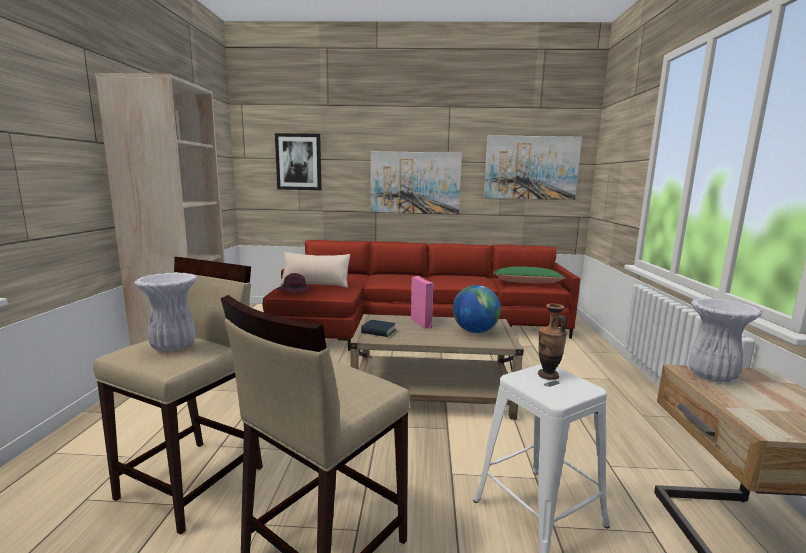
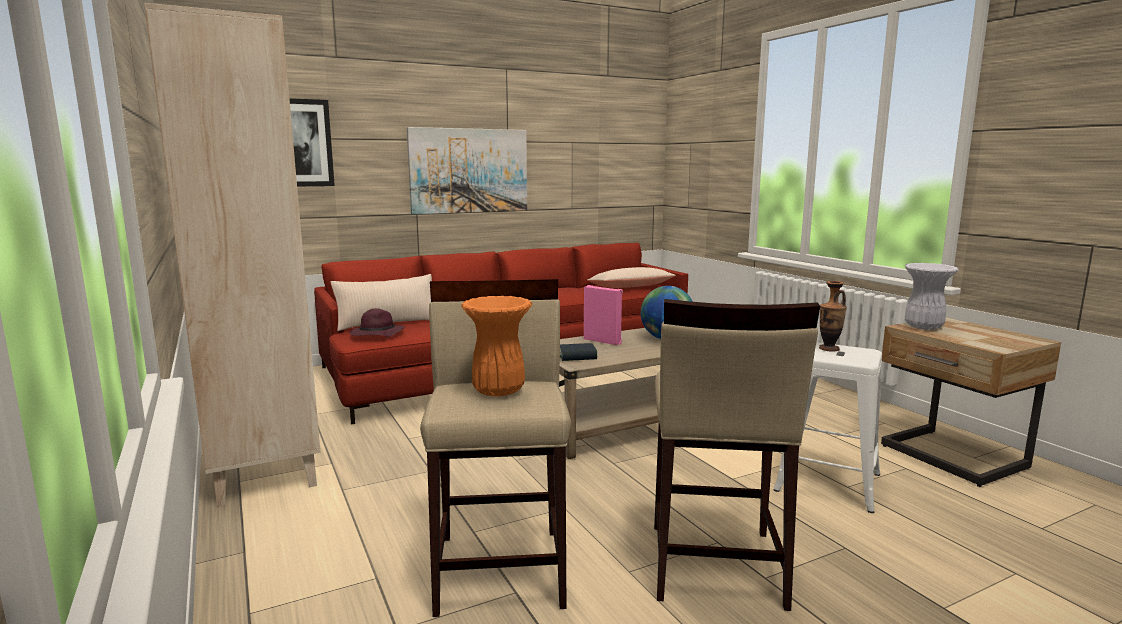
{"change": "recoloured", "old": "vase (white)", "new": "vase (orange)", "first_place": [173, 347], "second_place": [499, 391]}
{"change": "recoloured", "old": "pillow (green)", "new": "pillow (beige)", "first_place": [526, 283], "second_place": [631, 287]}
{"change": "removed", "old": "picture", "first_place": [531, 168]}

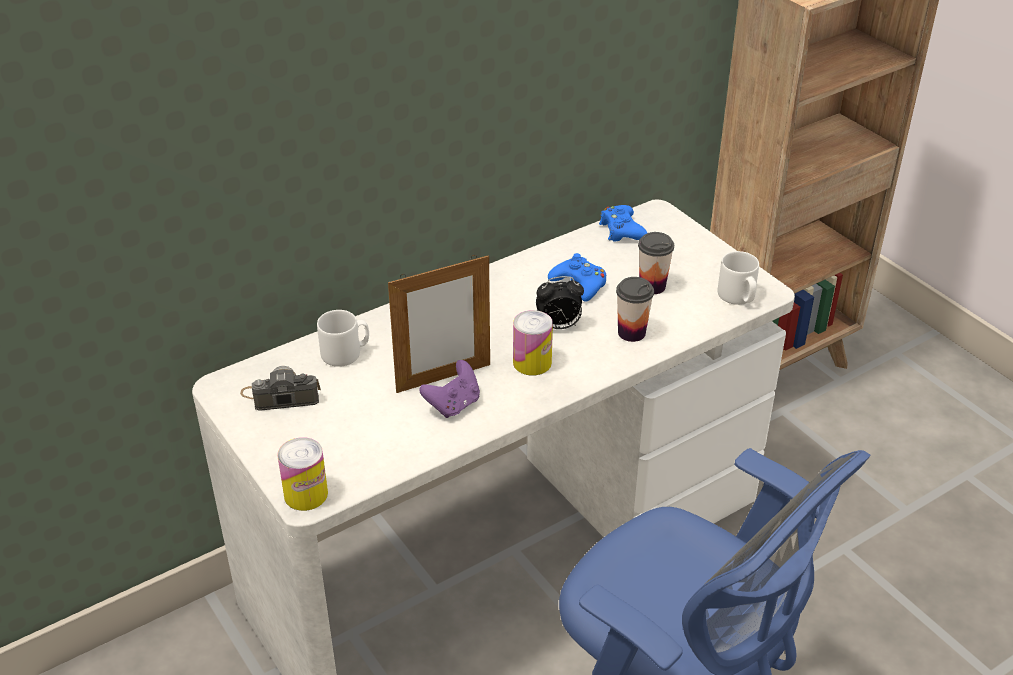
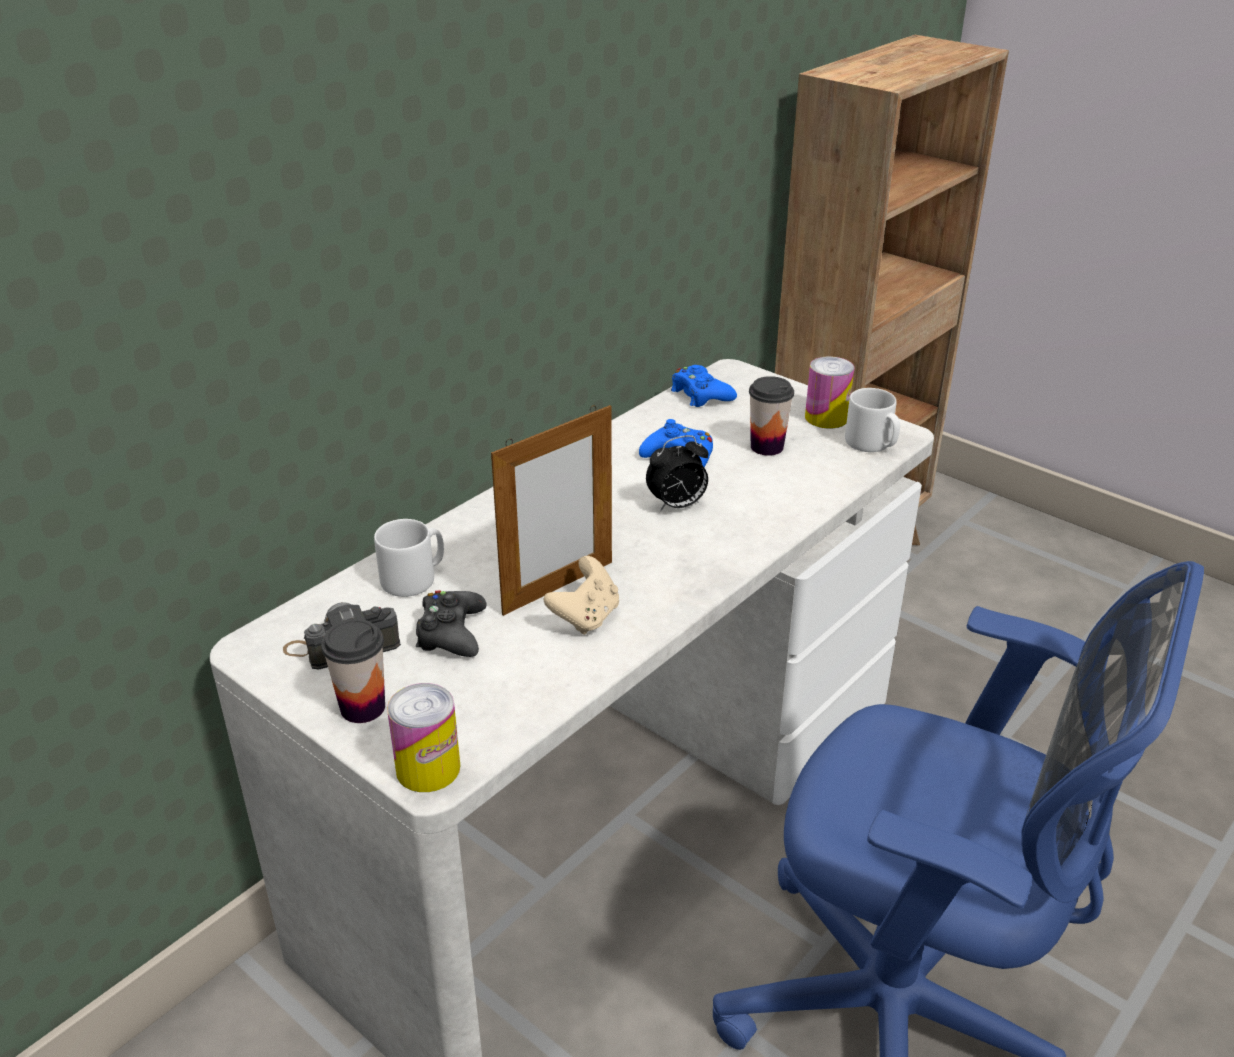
{"change": "moved", "old": "cup", "first_place": [631, 333], "second_place": [362, 707]}
{"change": "added", "new": "game controller (black)", "second_place": [451, 633]}
{"change": "recoloured", "old": "game controller (purple)", "new": "game controller (beige)", "first_place": [453, 405], "second_place": [586, 617]}
{"change": "moved", "old": "can", "first_place": [532, 362], "second_place": [826, 417]}

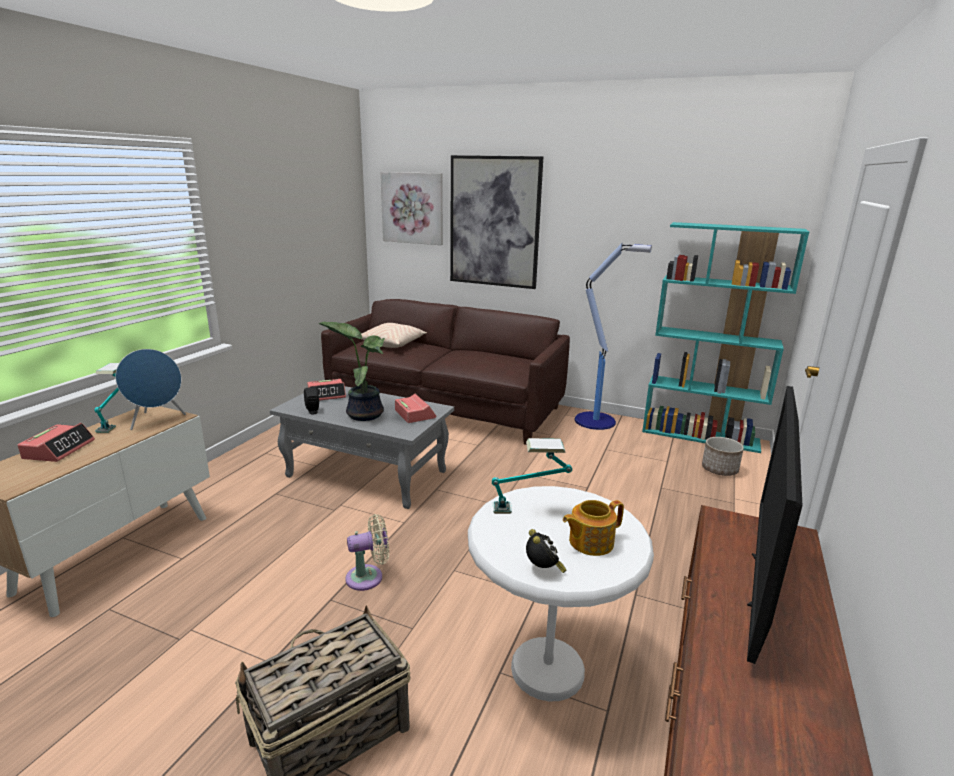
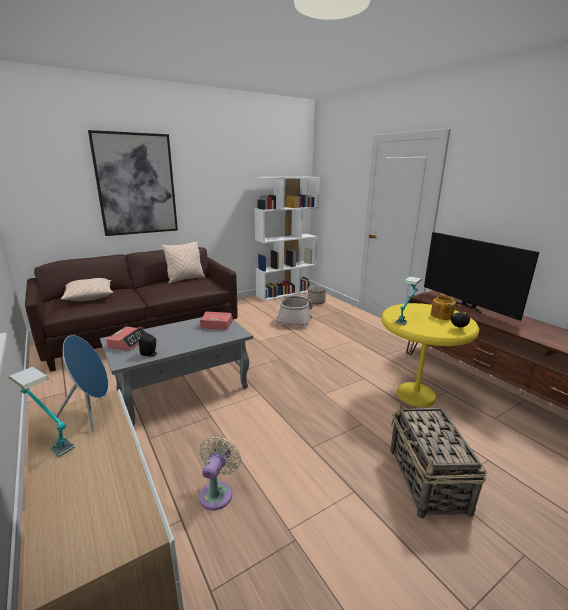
{"change": "added", "new": "pillow (beige)", "second_place": [185, 279]}
{"change": "moved", "old": "fan (beige)", "first_place": [368, 577], "second_place": [217, 492]}
{"change": "recoloured", "old": "bookcase (turquoise)", "new": "bookcase (white)", "first_place": [700, 436], "second_place": [286, 293]}
{"change": "added", "new": "basket", "second_place": [295, 319]}
{"change": "recoloured", "old": "side table (white)", "new": "side table (yellow)", "first_place": [547, 669], "second_place": [416, 395]}
{"change": "removed", "old": "alarm clock", "first_place": [59, 449]}
{"change": "removed", "old": "potted plant", "first_place": [364, 414]}
{"change": "removed", "old": "picture", "first_place": [412, 208]}
{"change": "removed", "old": "floor lamp", "first_place": [597, 421]}

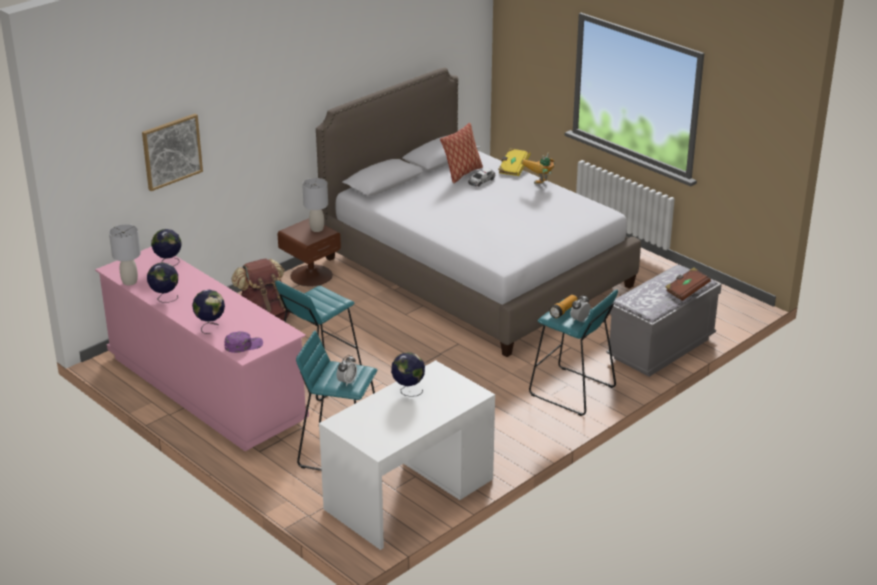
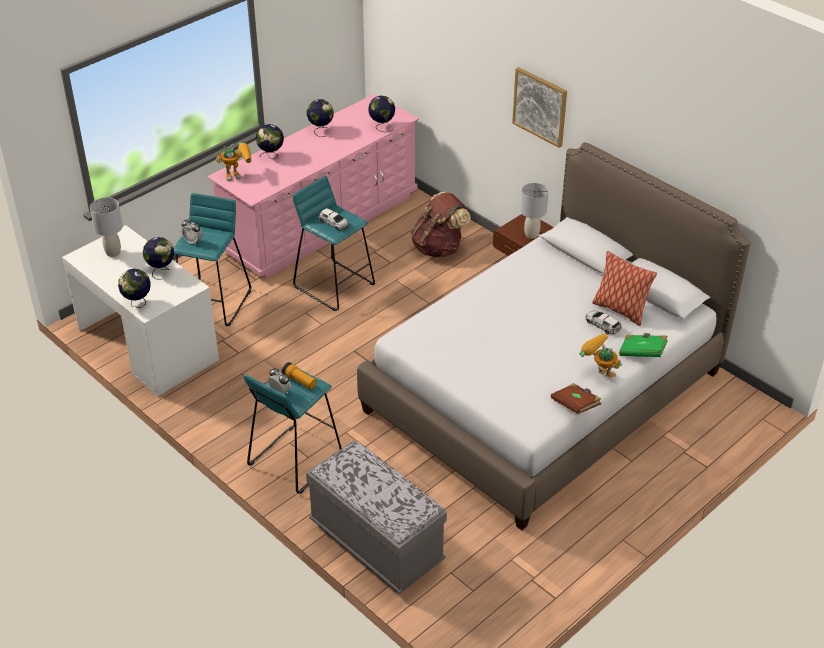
{"change": "moved", "old": "table lamp (grey)", "first_place": [129, 282], "second_place": [113, 252]}
{"change": "added", "new": "globe", "second_place": [137, 303]}
{"change": "replaced", "old": "cap (purple)", "new": "toy robot", "first_place": [243, 345], "second_place": [238, 174]}
{"change": "added", "new": "toy car", "second_place": [334, 223]}
{"change": "moved", "old": "picture", "first_place": [171, 151], "second_place": [540, 106]}
{"change": "moved", "old": "book (brown)", "first_place": [686, 291], "second_place": [575, 405]}
{"change": "recoloured", "old": "book (yellow)", "new": "book (green)", "first_place": [513, 168], "second_place": [642, 352]}

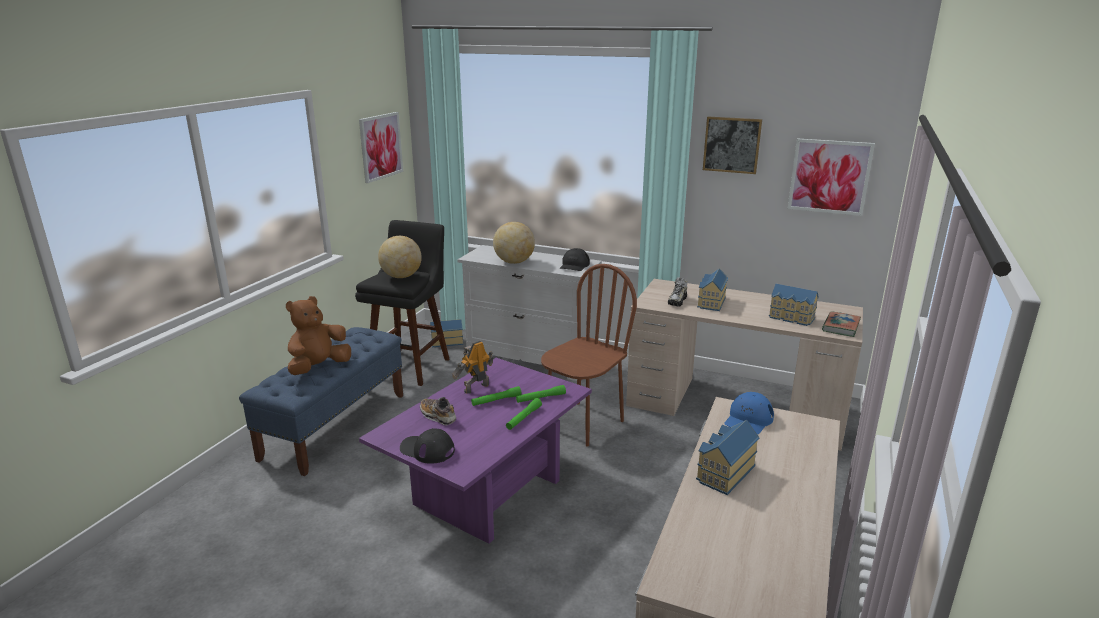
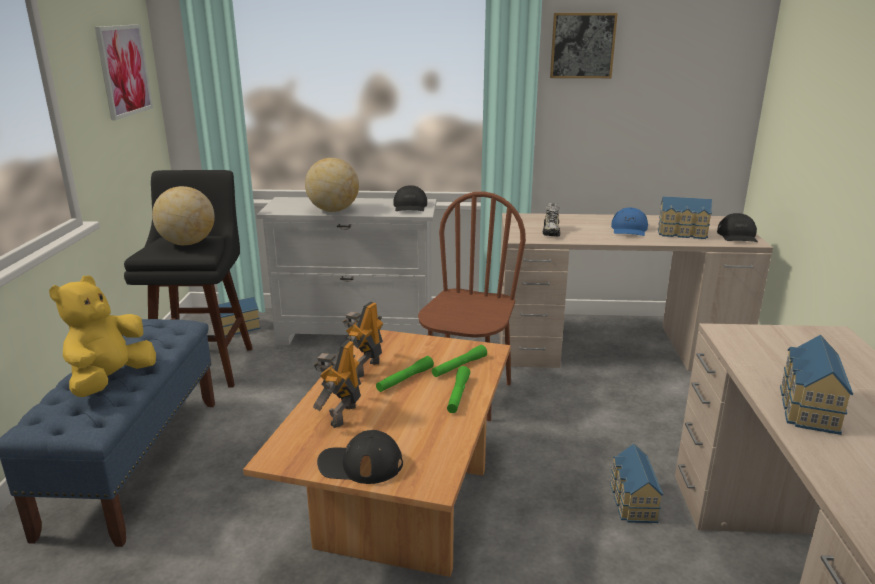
{"change": "recoloured", "old": "plush toy (brown)", "new": "plush toy (yellow)", "first_place": [319, 367], "second_place": [110, 381]}
{"change": "recoloured", "old": "coffee table (purple)", "new": "coffee table (brown)", "first_place": [485, 490], "second_place": [400, 503]}
{"change": "replaced", "old": "shoe", "new": "toy robot", "first_place": [438, 416], "second_place": [341, 415]}
{"change": "moved", "old": "toy house", "first_place": [710, 302], "second_place": [631, 502]}
{"change": "moved", "old": "cap (blue)", "first_place": [748, 420], "second_place": [629, 229]}
{"change": "replaced", "old": "book", "new": "cap (black)", "first_place": [840, 327], "second_place": [737, 236]}
{"change": "removed", "old": "picture", "first_place": [829, 176]}

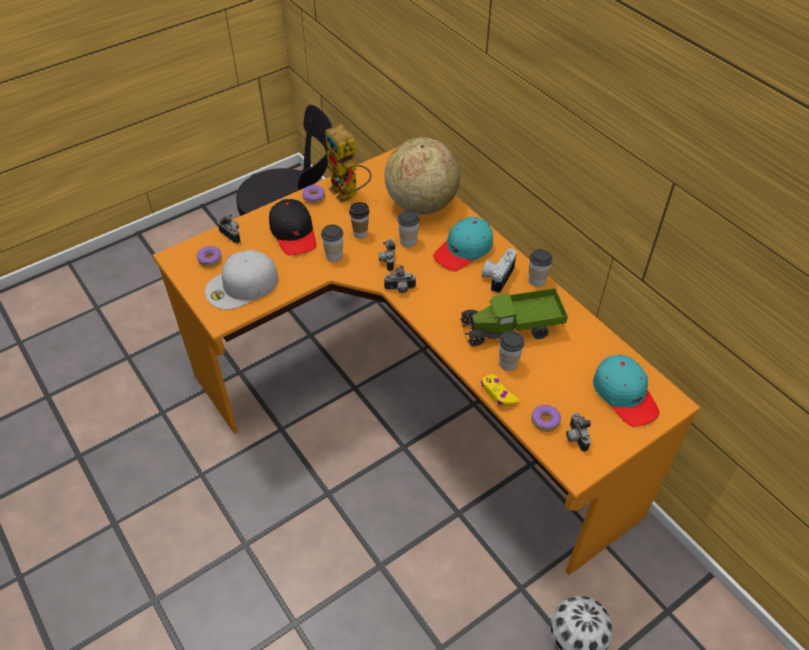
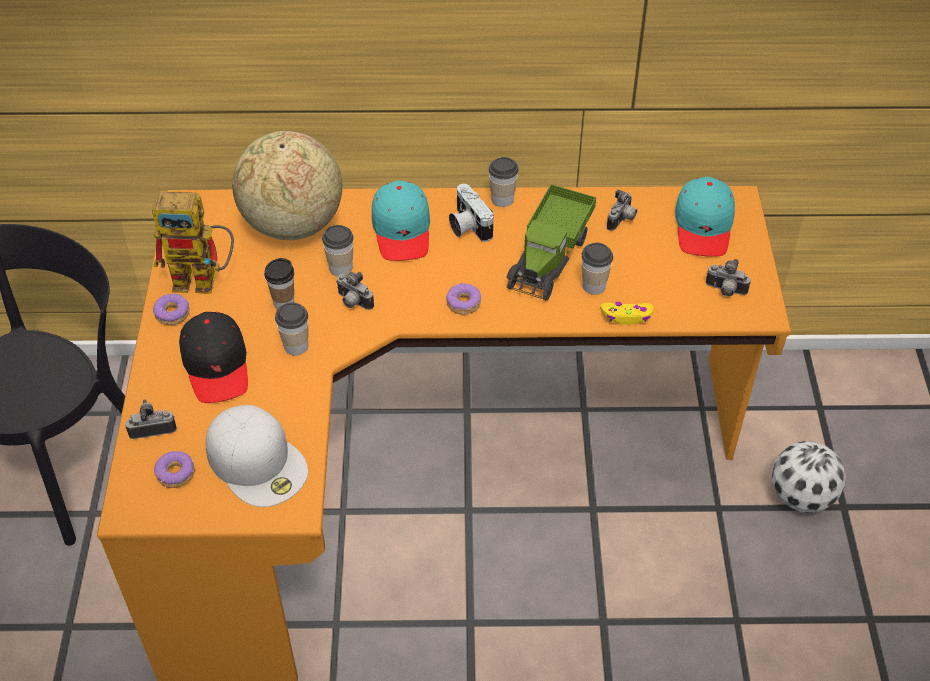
{"change": "turned", "old": "cap (black)", "first_place": [294, 233], "second_place": [217, 365], "degrees": 60}
{"change": "turned", "old": "cap (white)", "first_place": [241, 286], "second_place": [258, 461], "degrees": -45}
{"change": "moved", "old": "donut", "first_place": [544, 421], "second_place": [463, 303]}
{"change": "moved", "old": "photo camera", "first_place": [400, 289], "second_place": [622, 220]}
{"change": "turned", "old": "cap (turquoise)", "first_place": [624, 395], "second_place": [703, 226], "degrees": 90}

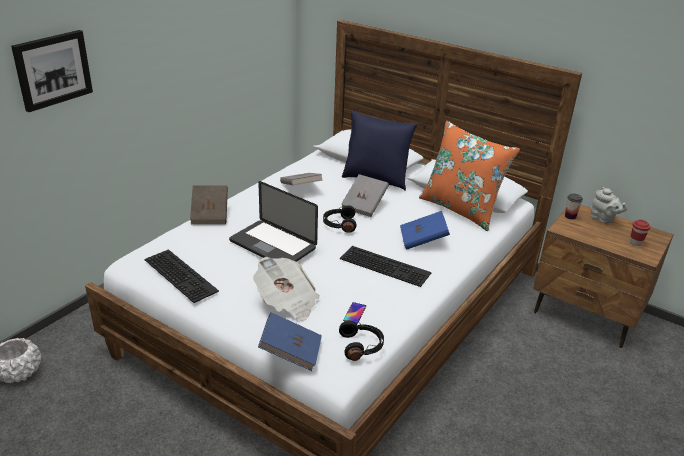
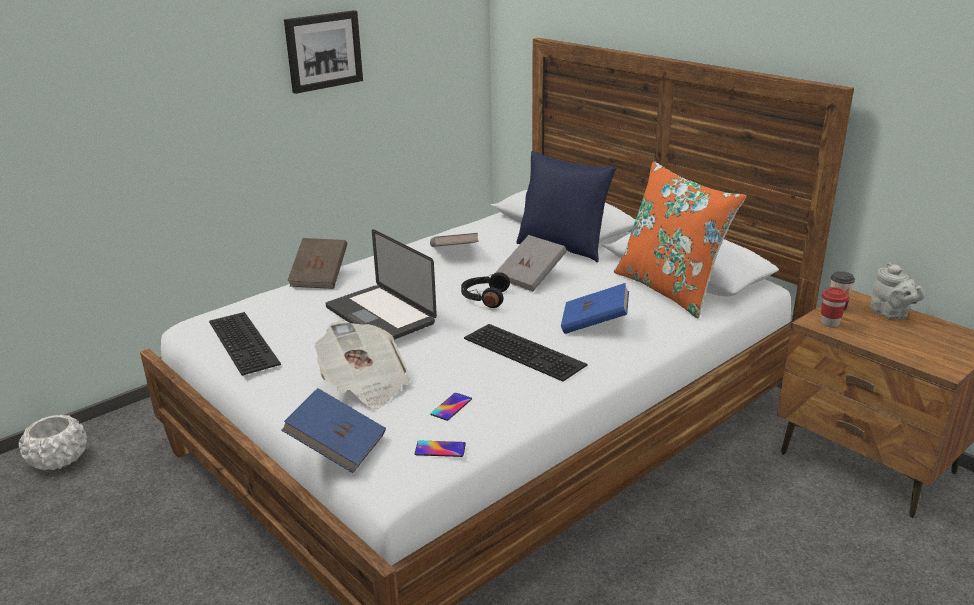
{"change": "moved", "old": "picture", "first_place": [52, 69], "second_place": [323, 51]}
{"change": "replaced", "old": "headphones (black)", "new": "phone", "first_place": [361, 346], "second_place": [440, 449]}
{"change": "moved", "old": "cup (red)", "first_place": [635, 243], "second_place": [829, 323]}

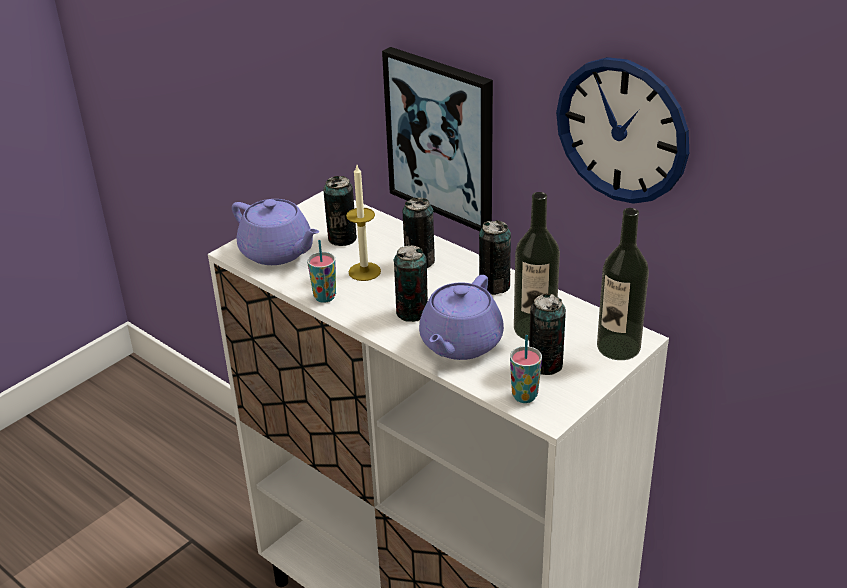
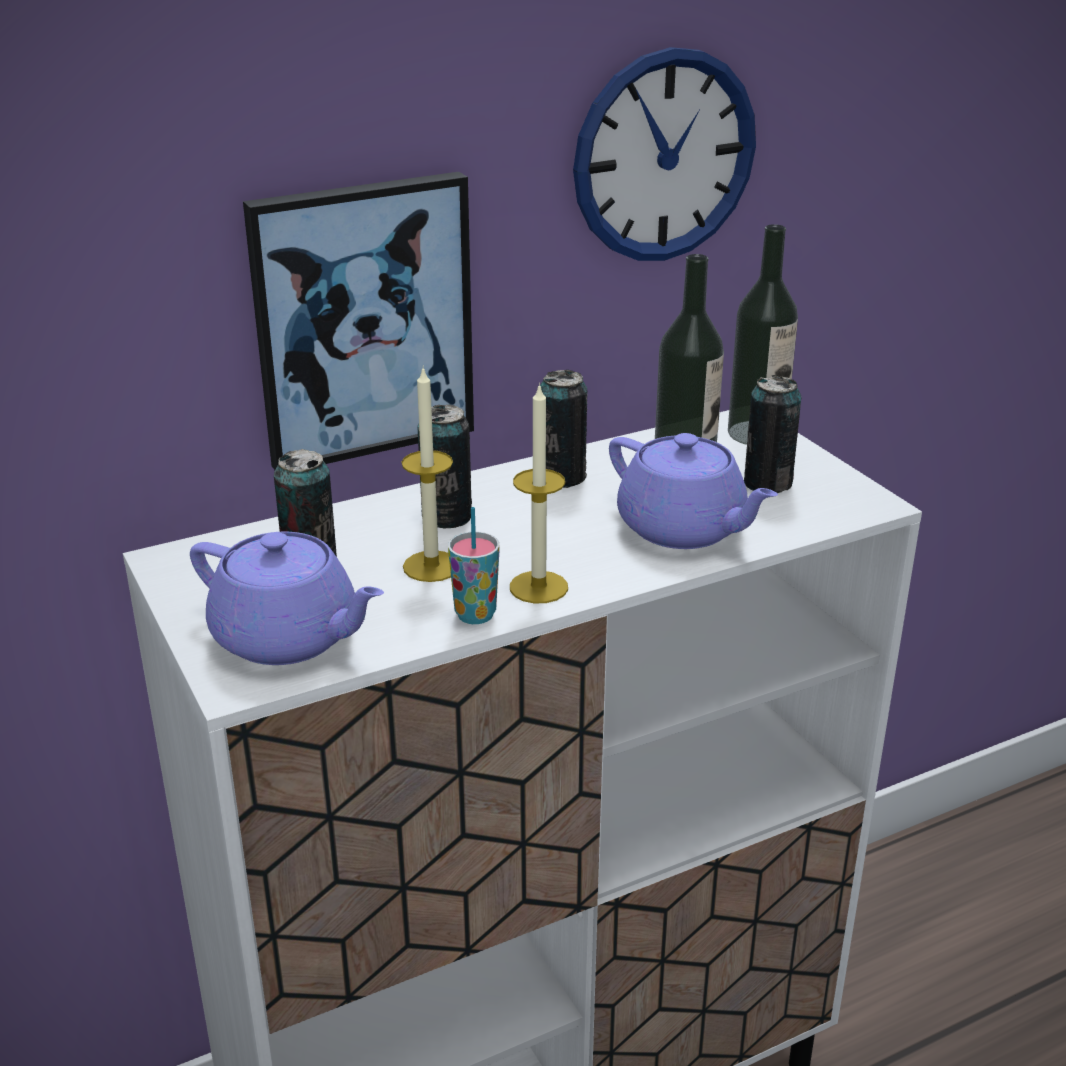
{"change": "turned", "old": "teapot (purple)", "first_place": [277, 252], "second_place": [288, 638], "degrees": 60}
{"change": "added", "new": "candle", "second_place": [538, 587]}
{"change": "removed", "old": "can", "first_place": [412, 313]}
{"change": "removed", "old": "cup", "first_place": [524, 396]}

